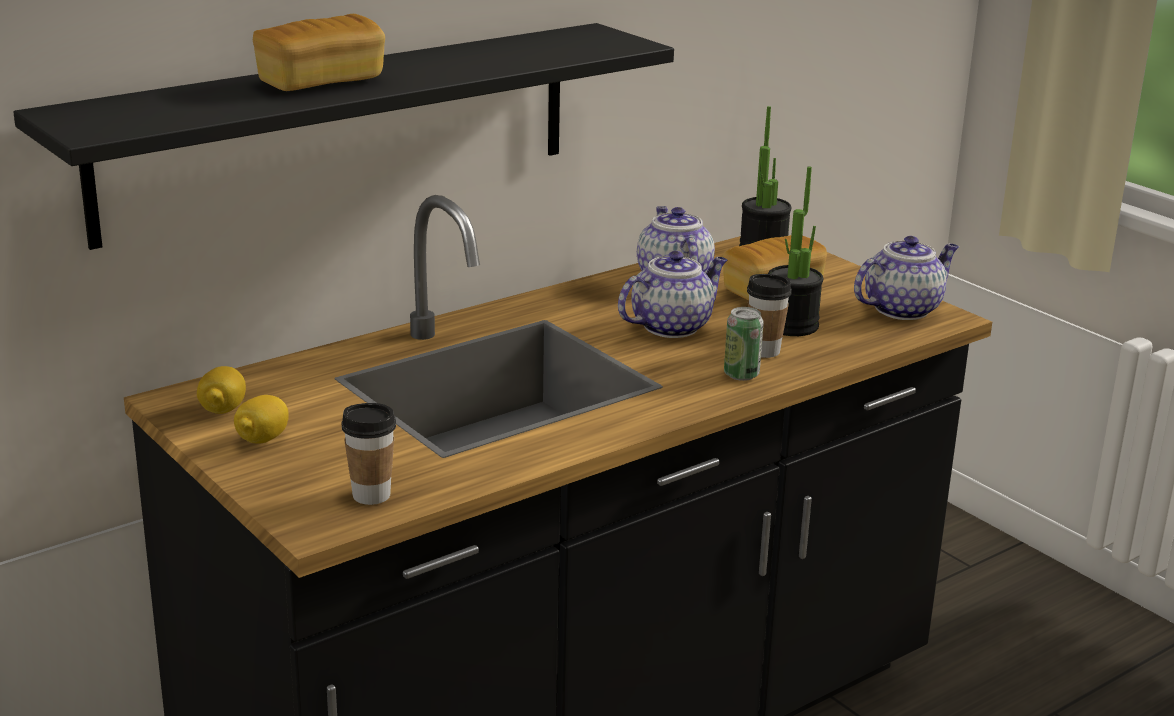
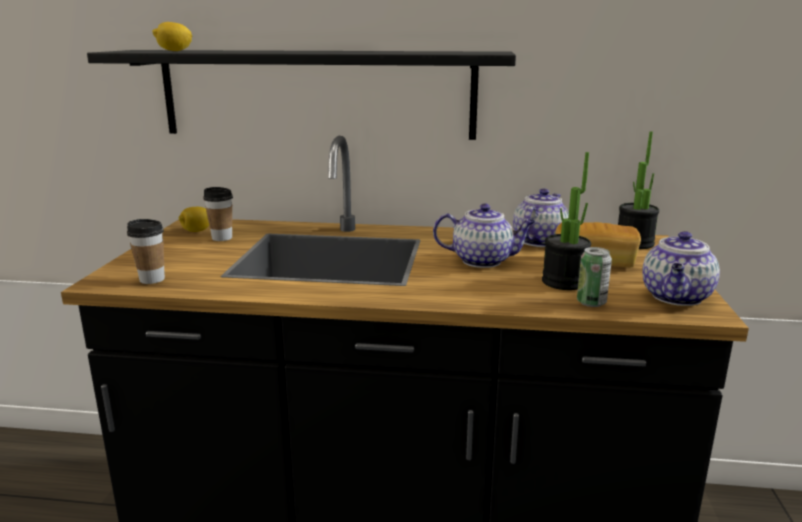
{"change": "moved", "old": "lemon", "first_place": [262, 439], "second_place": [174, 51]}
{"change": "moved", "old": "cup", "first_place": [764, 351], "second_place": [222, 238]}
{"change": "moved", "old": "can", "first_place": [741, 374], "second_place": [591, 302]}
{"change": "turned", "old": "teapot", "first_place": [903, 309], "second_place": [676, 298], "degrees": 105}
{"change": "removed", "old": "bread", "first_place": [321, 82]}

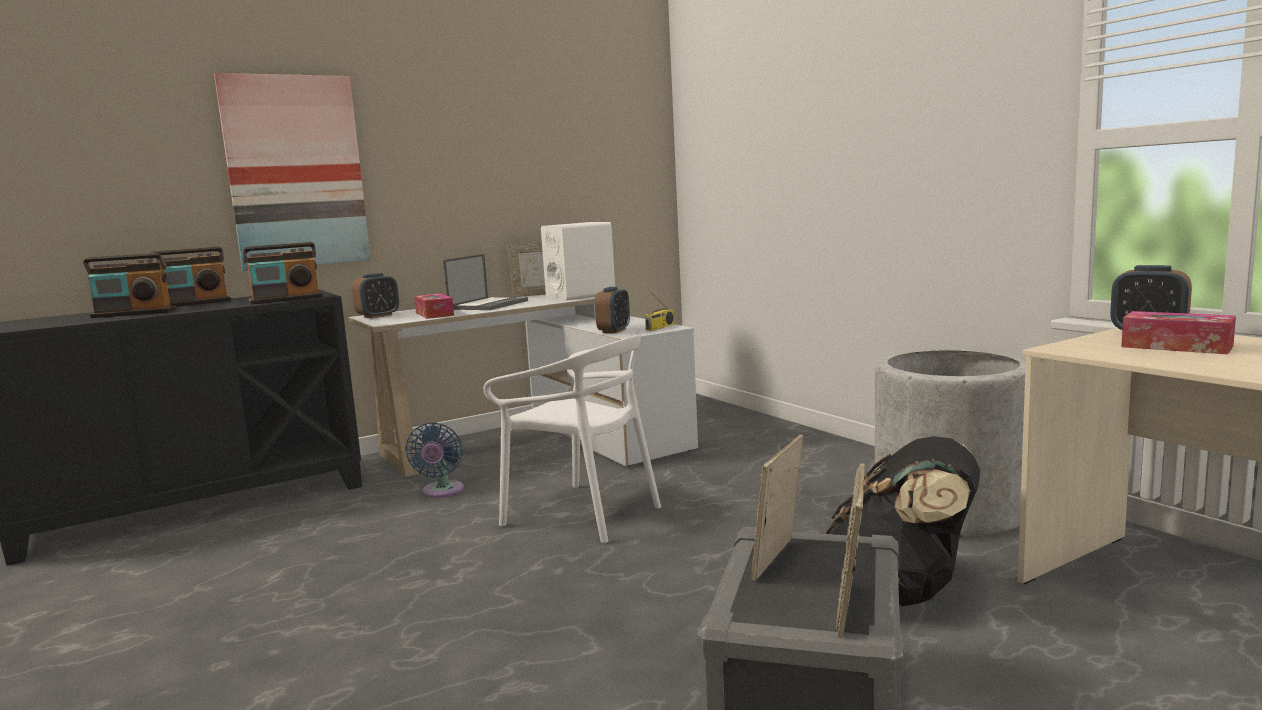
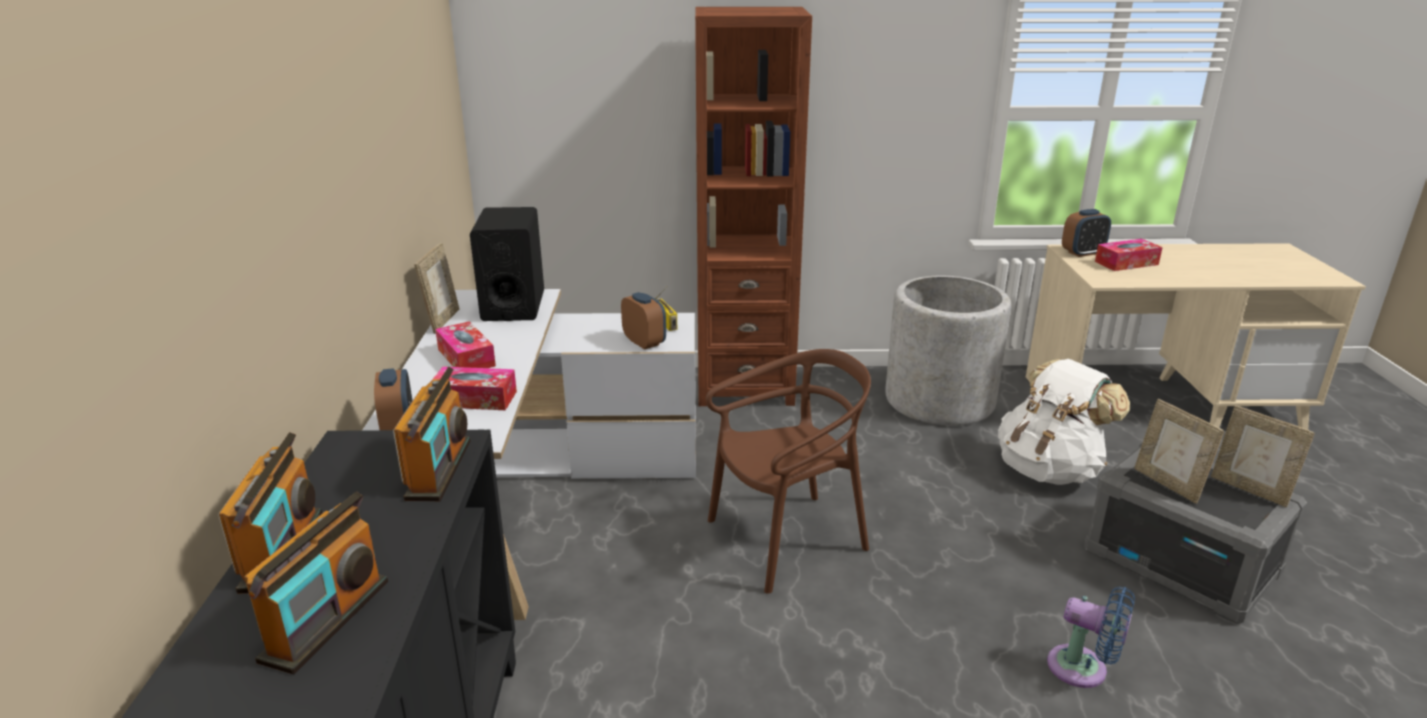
{"change": "replaced", "old": "laptop", "new": "tissue box", "first_place": [488, 305], "second_place": [466, 357]}
{"change": "recoloured", "old": "speaker (white)", "new": "speaker (black)", "first_place": [581, 295], "second_place": [513, 306]}
{"change": "added", "new": "bookcase (brown)", "second_place": [744, 387]}
{"change": "recoloured", "old": "chair (white)", "new": "chair (brown)", "first_place": [582, 514], "second_place": [787, 539]}
{"change": "recoloured", "old": "backpack (black)", "new": "backpack (white)", "first_place": [902, 591], "second_place": [1049, 470]}
{"change": "moved", "old": "fan (blue)", "first_place": [441, 492], "second_place": [1083, 669]}
{"change": "removed", "old": "picture", "first_place": [295, 172]}

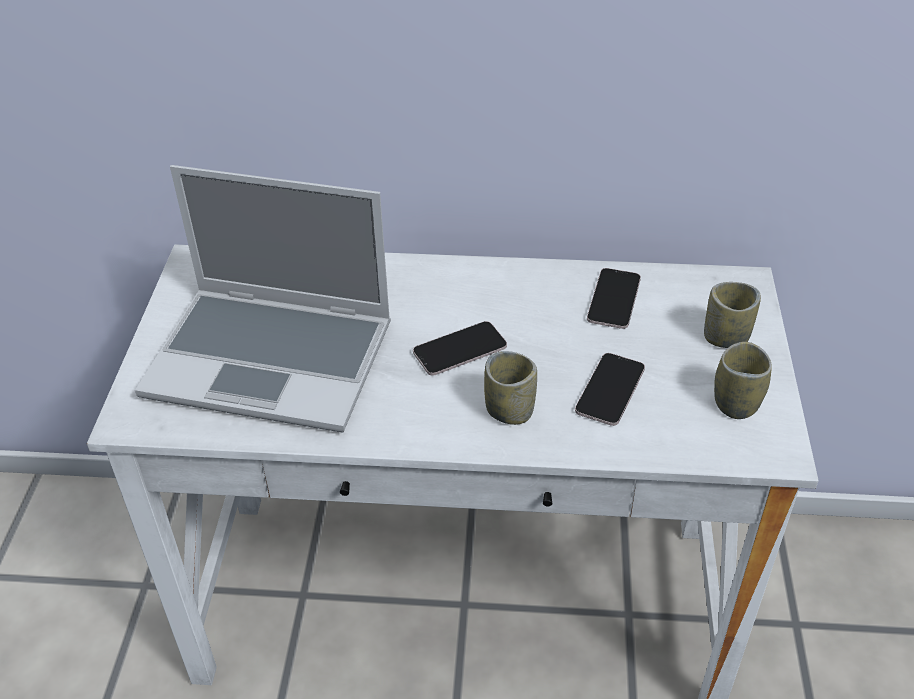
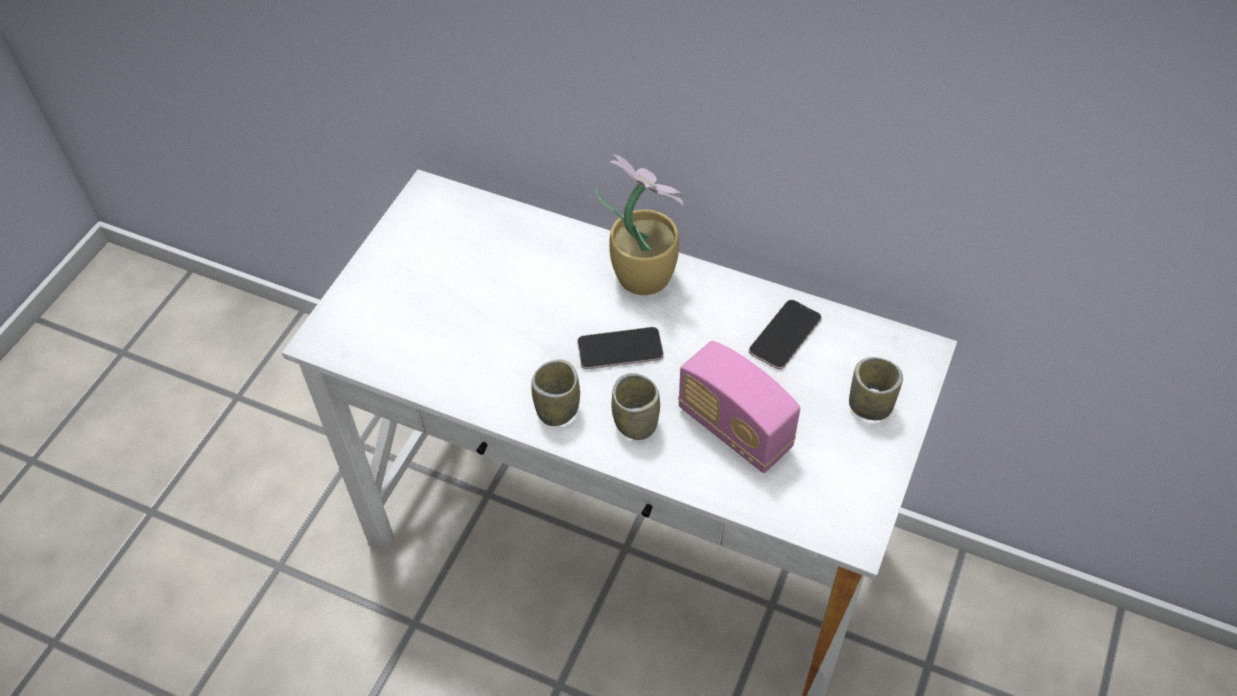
{"change": "moved", "old": "cup", "first_place": [736, 403], "second_place": [557, 409]}
{"change": "added", "new": "potted plant", "second_place": [642, 274]}
{"change": "replaced", "old": "phone", "new": "radio", "first_place": [610, 390], "second_place": [734, 429]}
{"change": "removed", "old": "laptop", "first_place": [274, 359]}

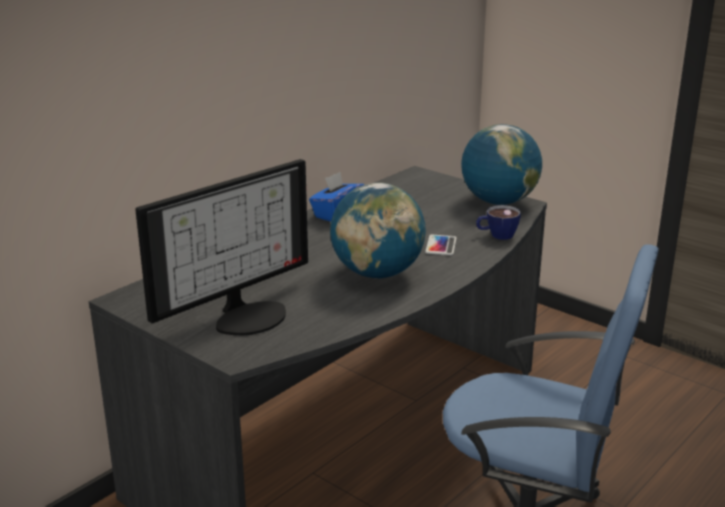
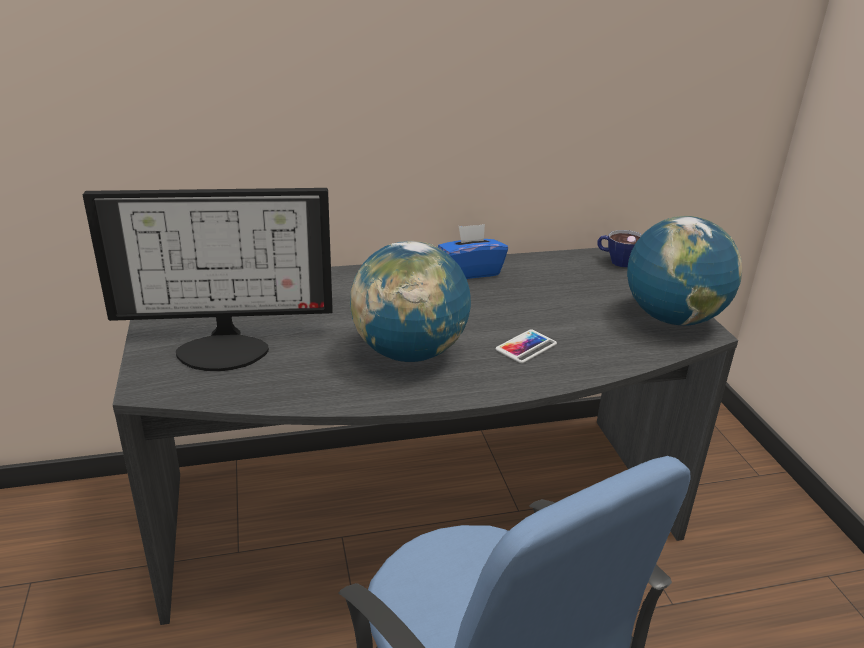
{"change": "moved", "old": "cup", "first_place": [496, 235], "second_place": [617, 261]}

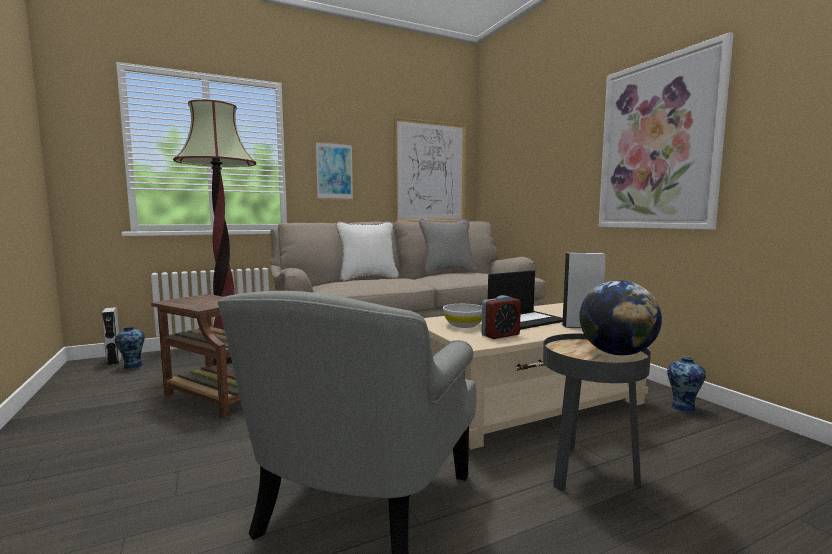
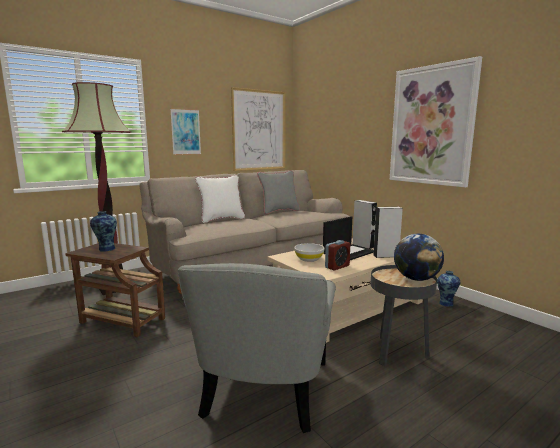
{"change": "moved", "old": "vase", "first_place": [132, 366], "second_place": [106, 249]}
{"change": "moved", "old": "speaker (grey)", "first_place": [114, 361], "second_place": [363, 246]}

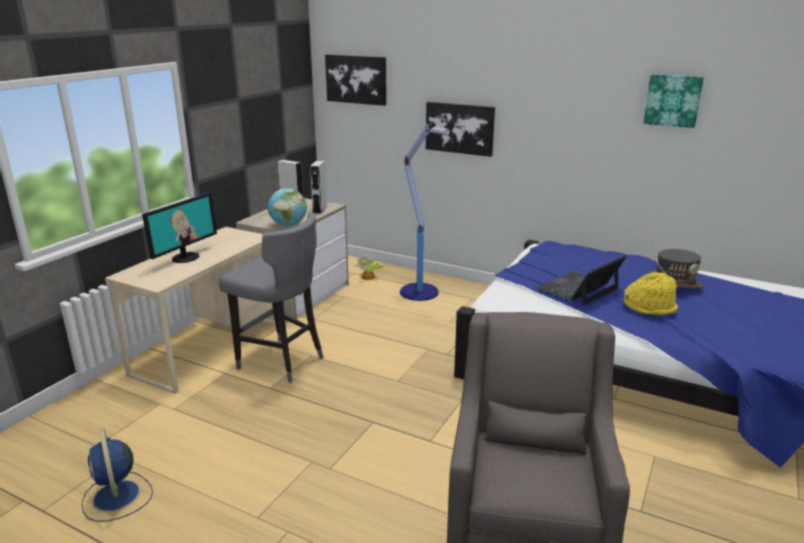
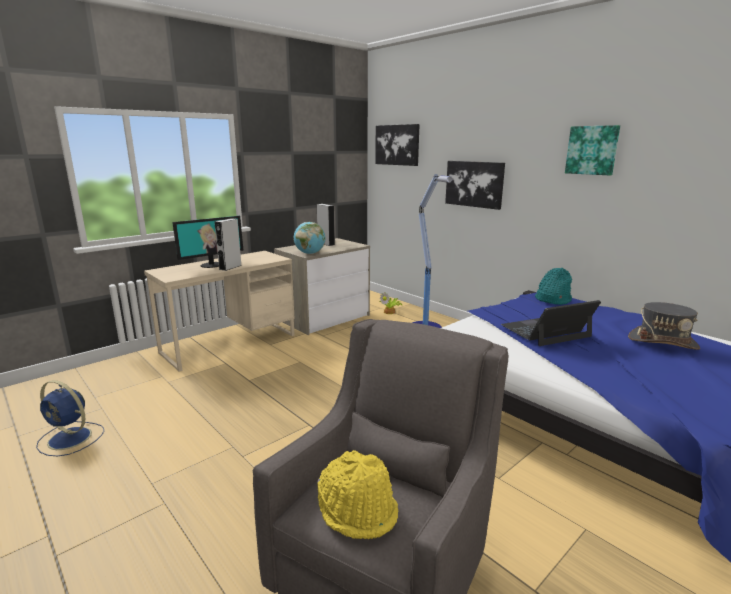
{"change": "turned", "old": "fan (blue)", "first_place": [117, 497], "second_place": [71, 439], "degrees": -60}
{"change": "moved", "old": "speaker (grey)", "first_place": [319, 210], "second_place": [230, 267]}
{"change": "moved", "old": "hat (yellow)", "first_place": [650, 307], "second_place": [358, 510]}
{"change": "added", "new": "hat (turquoise)", "second_place": [552, 299]}
{"change": "moved", "old": "picture", "first_place": [673, 100], "second_place": [592, 150]}
{"change": "removed", "old": "stool (grey)", "first_place": [280, 361]}

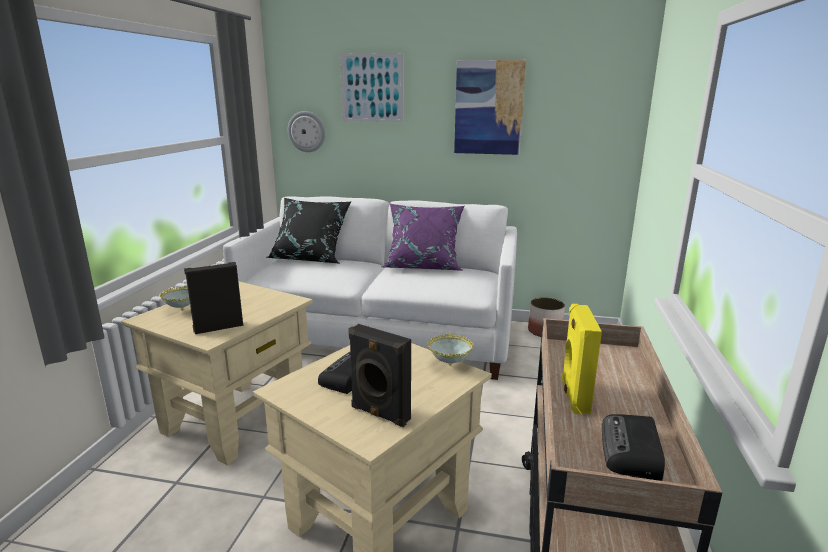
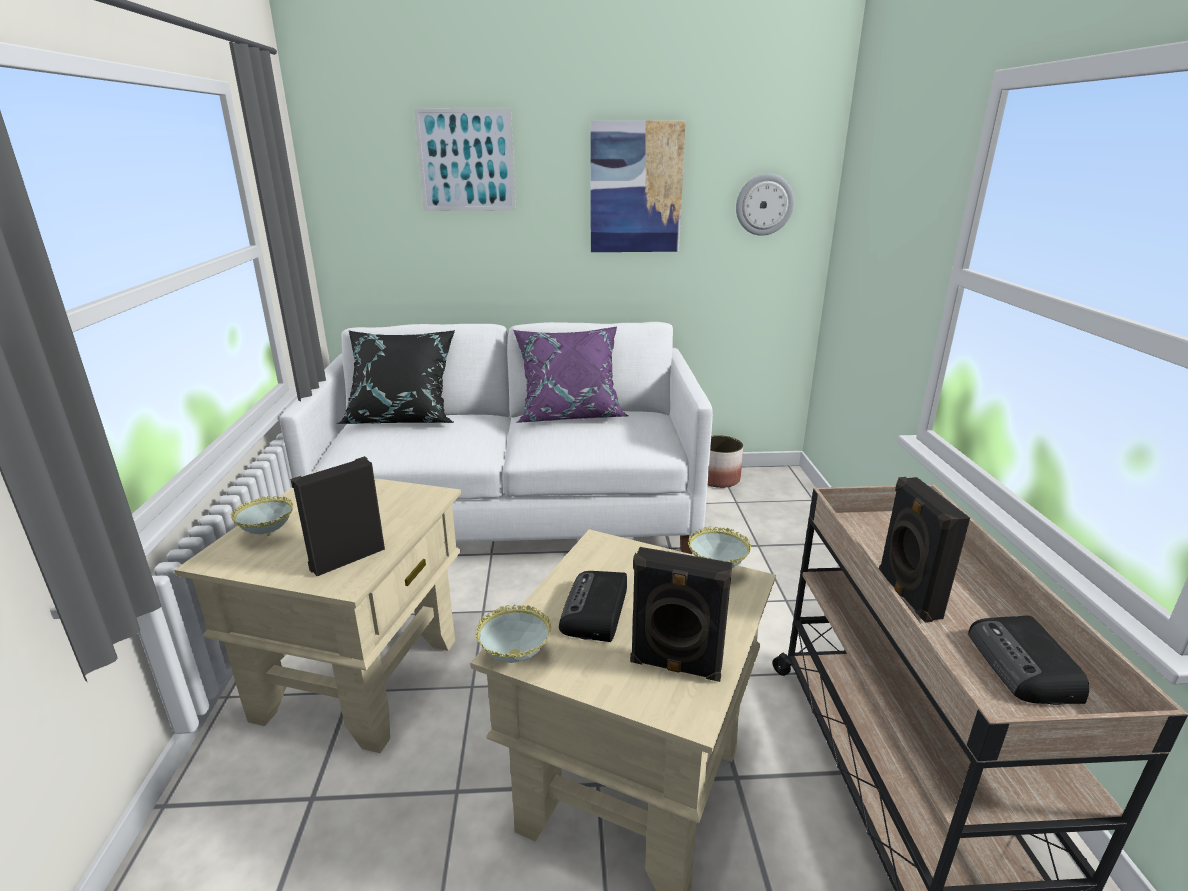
{"change": "added", "new": "bowl", "second_place": [515, 660]}
{"change": "moved", "old": "wall clock", "first_place": [307, 131], "second_place": [764, 204]}
{"change": "recoloured", "old": "speaker (yellow)", "new": "speaker (black)", "first_place": [573, 396], "second_place": [906, 595]}

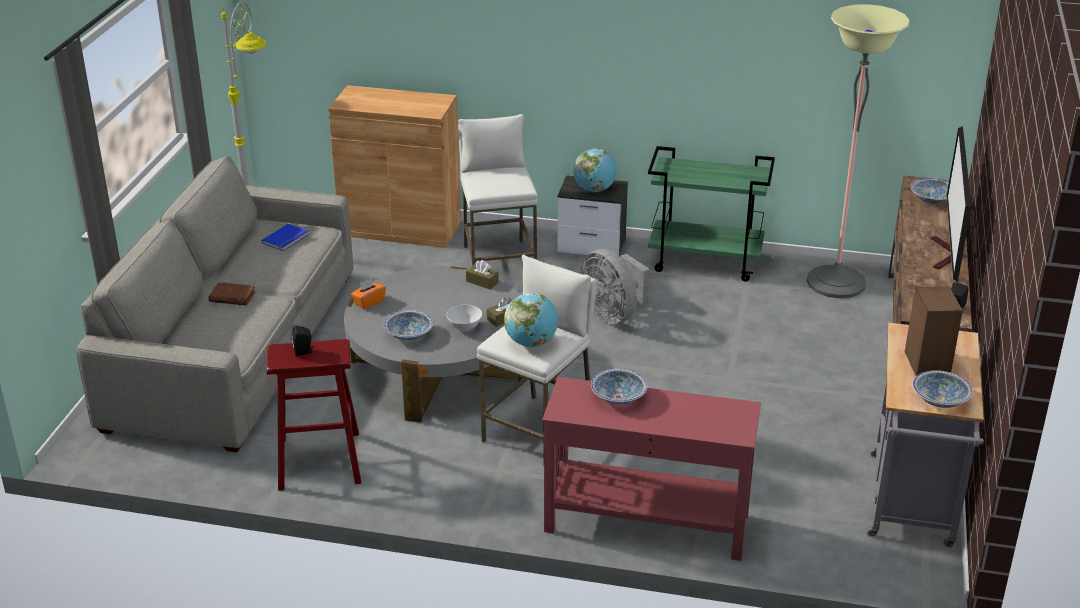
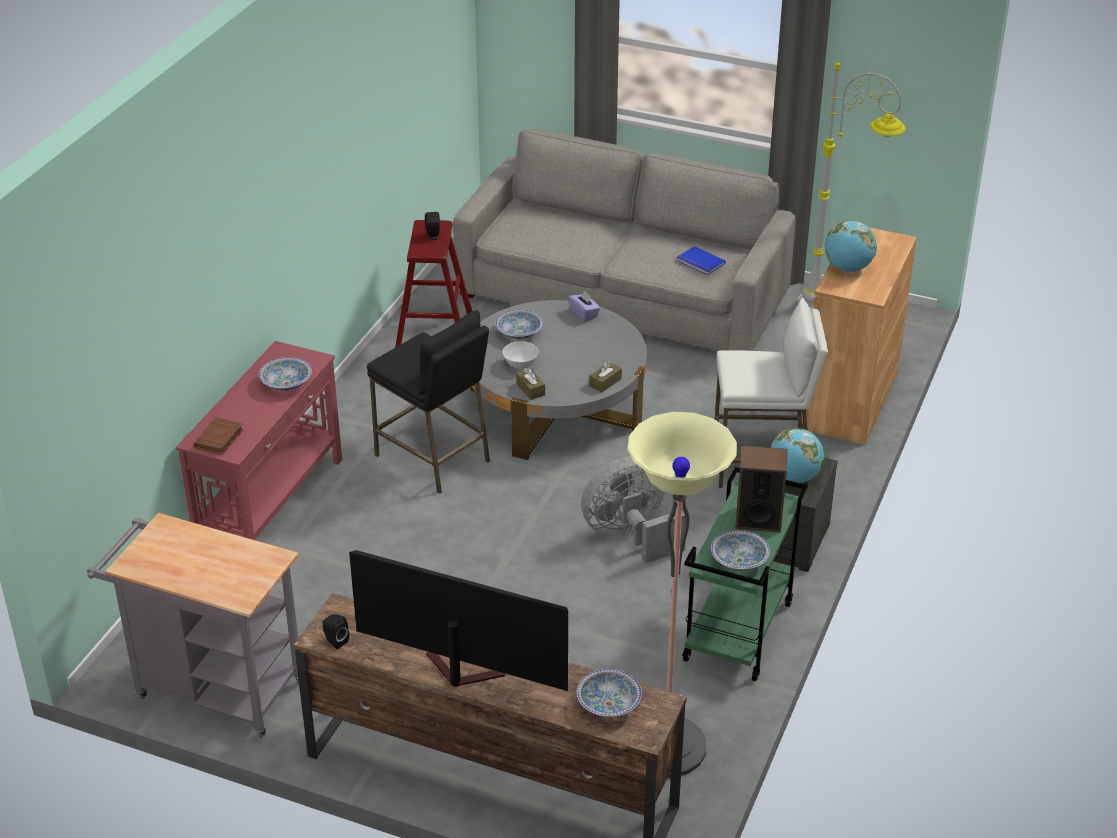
{"change": "moved", "old": "book (brown)", "first_place": [233, 297], "second_place": [219, 439]}
{"change": "recoloured", "old": "stool (white)", "new": "stool (black)", "first_place": [539, 430], "second_place": [433, 458]}
{"change": "recoloured", "old": "tissue box (orange)", "new": "tissue box (purple)", "first_place": [368, 302], "second_place": [584, 314]}
{"change": "moved", "old": "bowl", "first_place": [940, 400], "second_place": [739, 561]}
{"change": "moved", "old": "speaker", "first_place": [926, 364], "second_place": [758, 519]}
{"change": "moved", "old": "globe", "first_place": [531, 342], "second_place": [848, 268]}

